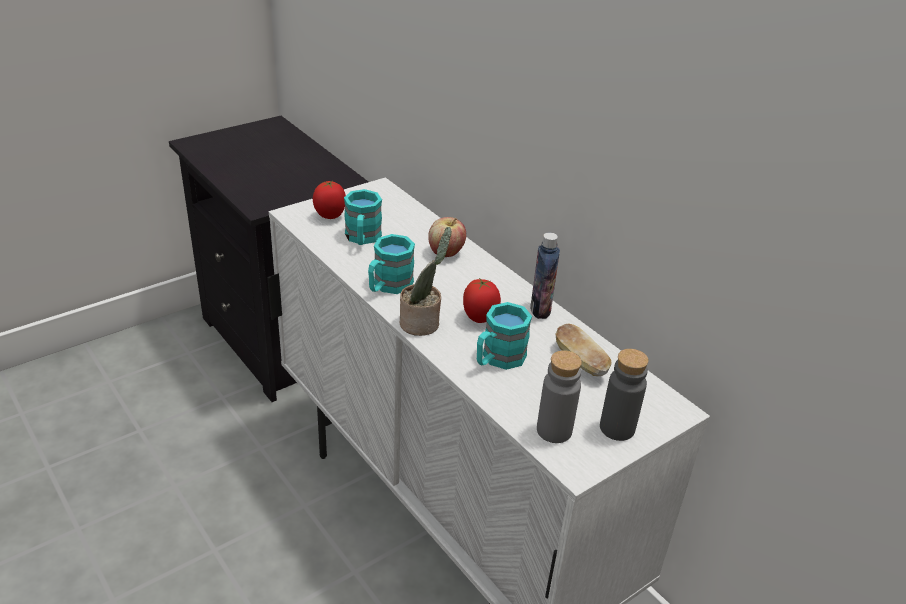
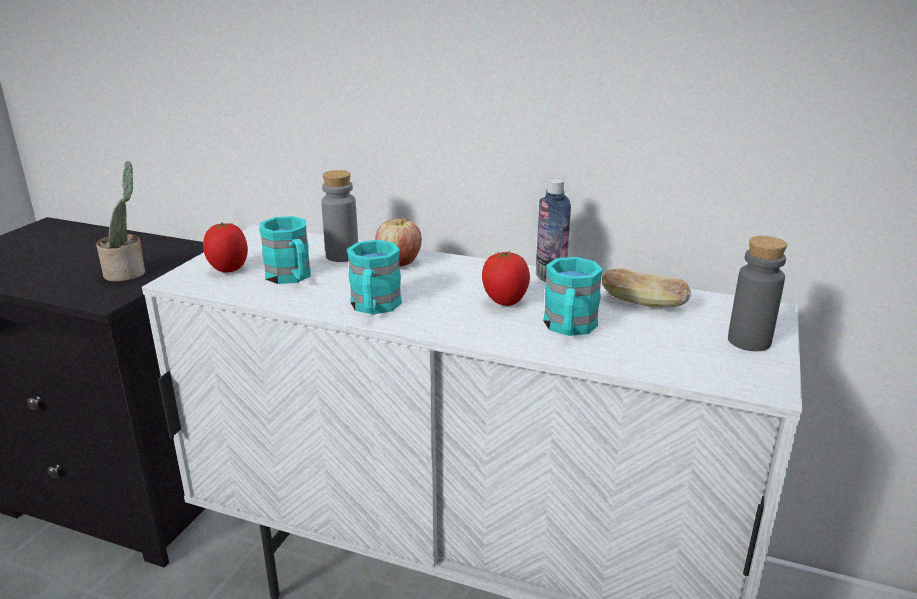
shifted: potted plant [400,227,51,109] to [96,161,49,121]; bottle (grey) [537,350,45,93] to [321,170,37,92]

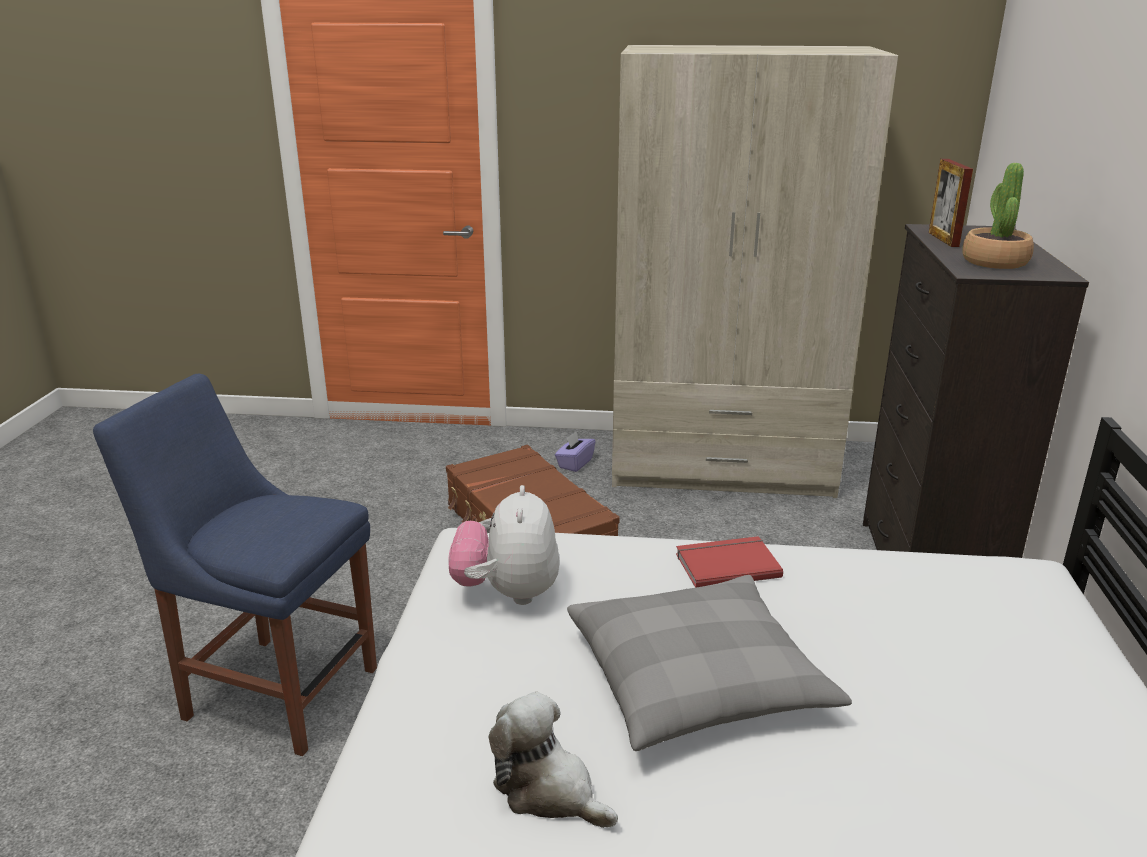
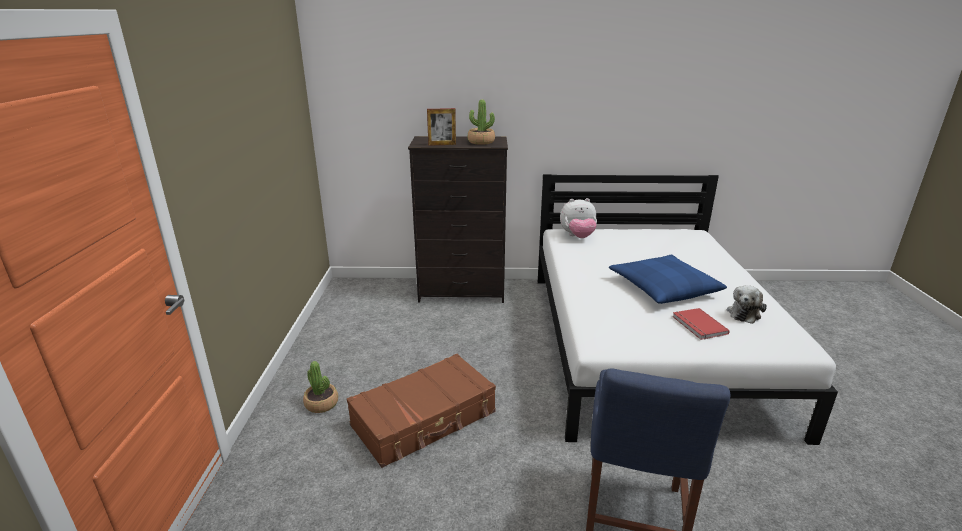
gone: wardrobe (beige) [612,45,286,453]
shifted: plush toy [448,485,112,120] to [560,198,37,40]; book (red) [676,536,107,52] to [672,308,58,32]
swapped: tissue box (purple) [555,432,41,40] to potted plant [303,361,35,52]
repainted: pillow (grey) [567,575,285,176] to pillow (blue) [609,255,118,49]

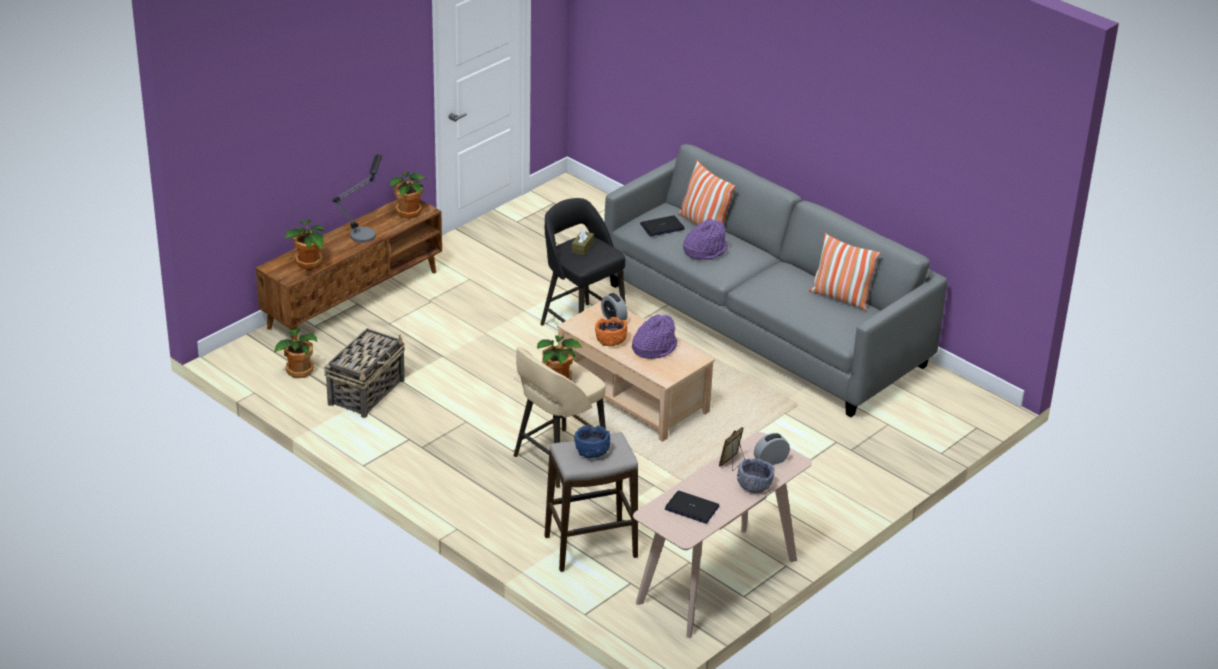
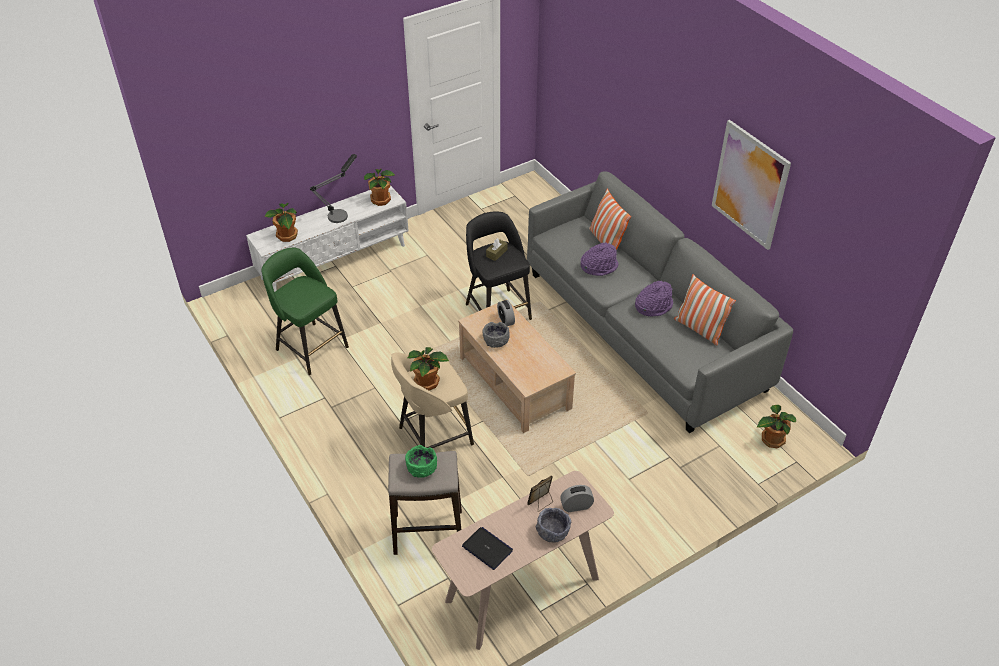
gone: laptop [640,216,45,20]
new: picture [712,120,79,130]
shifted: potted plant [274,328,43,50] to [757,405,39,43]; hat (purple) [632,314,45,45] to [635,281,38,35]
swapped: basket [324,328,81,90] to stool (green) [261,247,88,128]
repainted: tv stand (brown) [256,199,186,141] to tv stand (white) [246,185,162,108]; bowl (blue) [574,425,36,33] to bowl (green) [405,445,32,33]; bowl (orange) [595,317,32,29] to bowl (grey) [482,322,28,26]

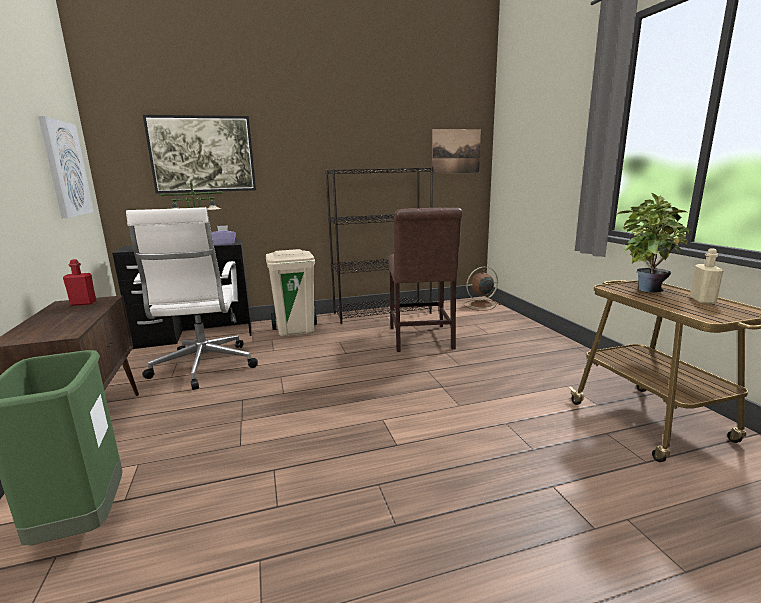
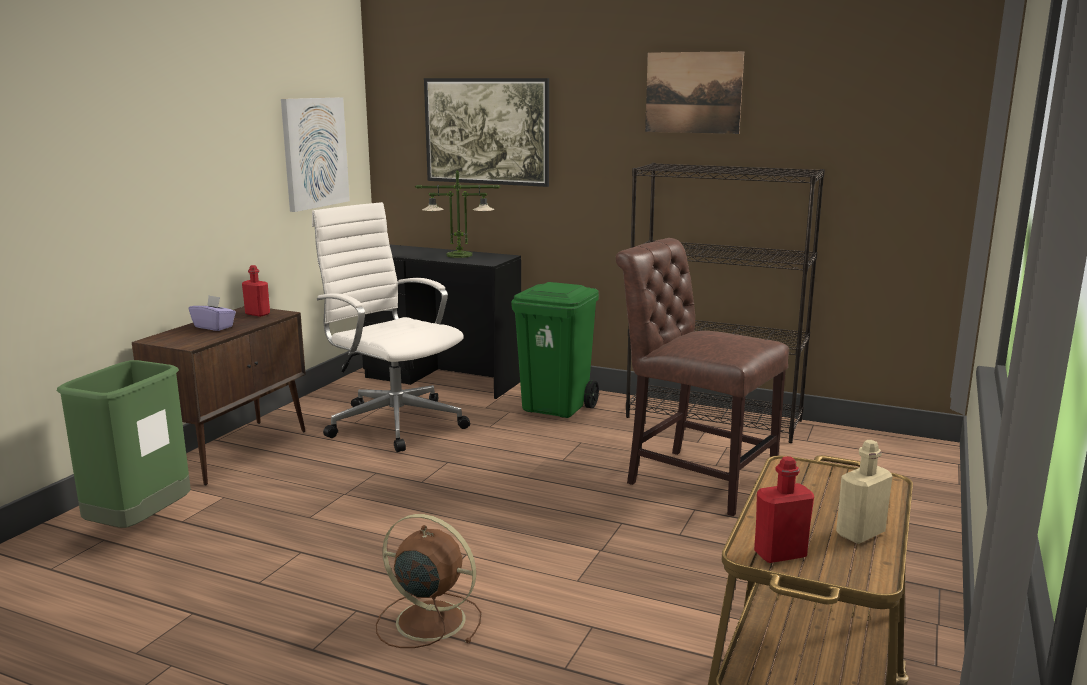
gone: potted plant [617,193,73,100]
new: bottle (red) [754,456,60,107]
shifted: tissue box (purple) [211,225,25,20] to [189,295,47,36]; picture [432,129,49,45] to [645,51,99,83]; fan (brown) [464,267,37,44] to [376,514,105,134]
repainted: trash can (beige) [266,249,51,87] to trash can (green) [511,282,88,136]
rotated: office chair (white) [126,207,132,183] = [312,202,158,250] 105 degrees clockwise; chair (brown) [388,208,74,144] = [616,238,173,278] 90 degrees clockwise

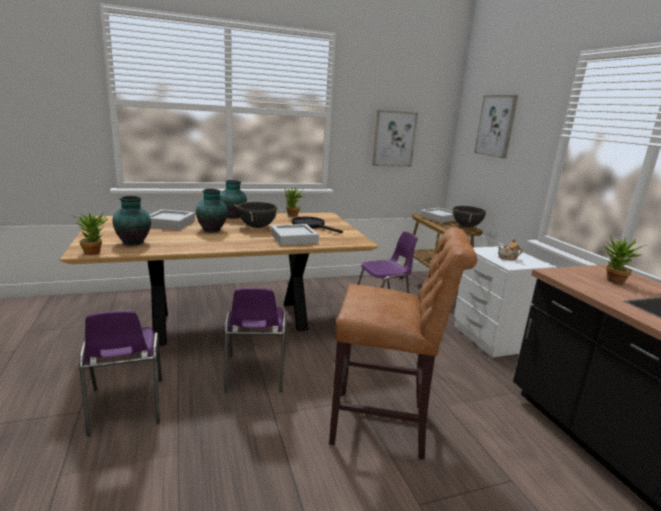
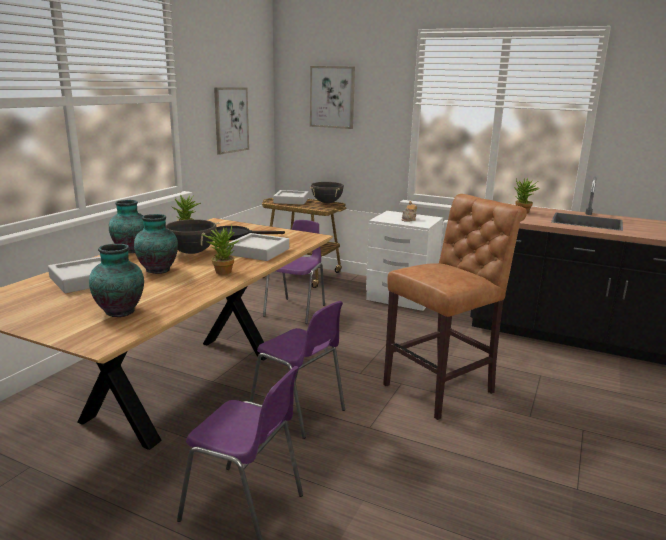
shifted: potted plant [71,213,37,42] to [202,225,37,50]

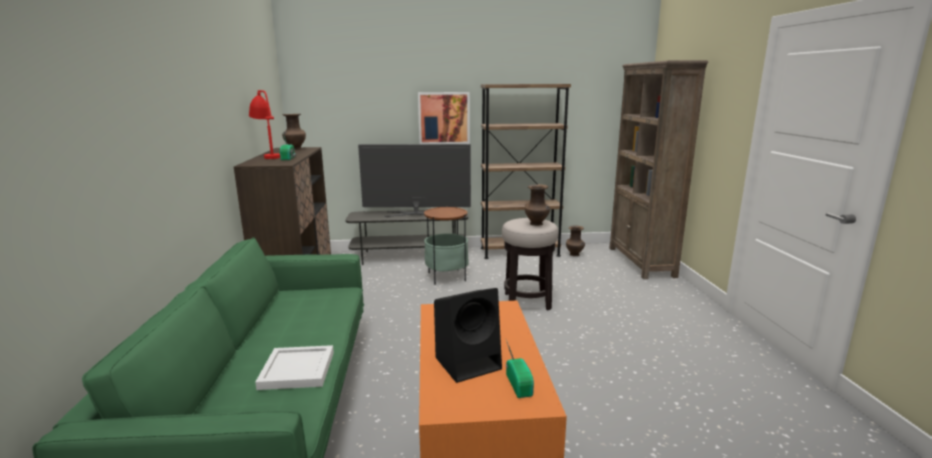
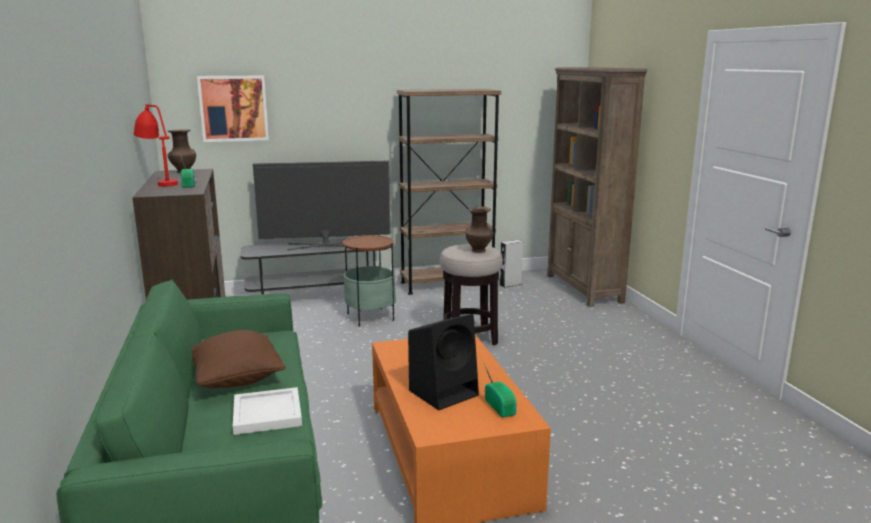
new: pillow (brown) [192,330,94,58]
shifted: picture [418,92,52,52] to [197,76,72,66]
swapped: vase (brown) [566,226,19,30] to speaker (grey) [500,240,23,48]

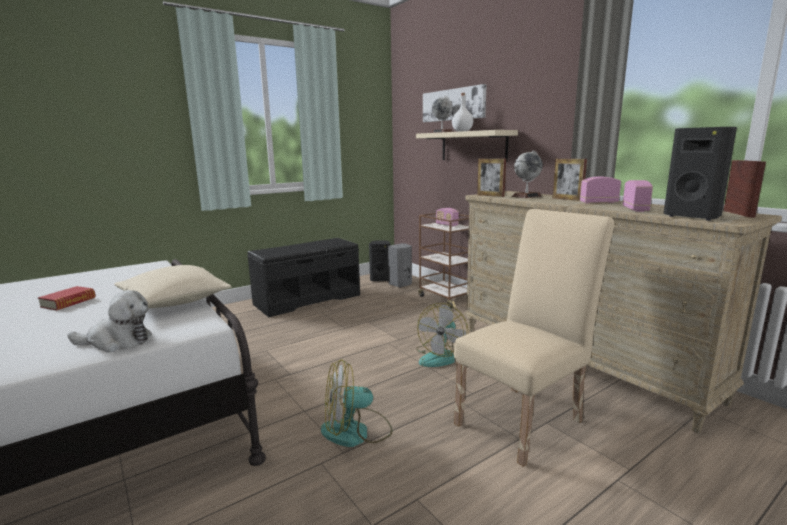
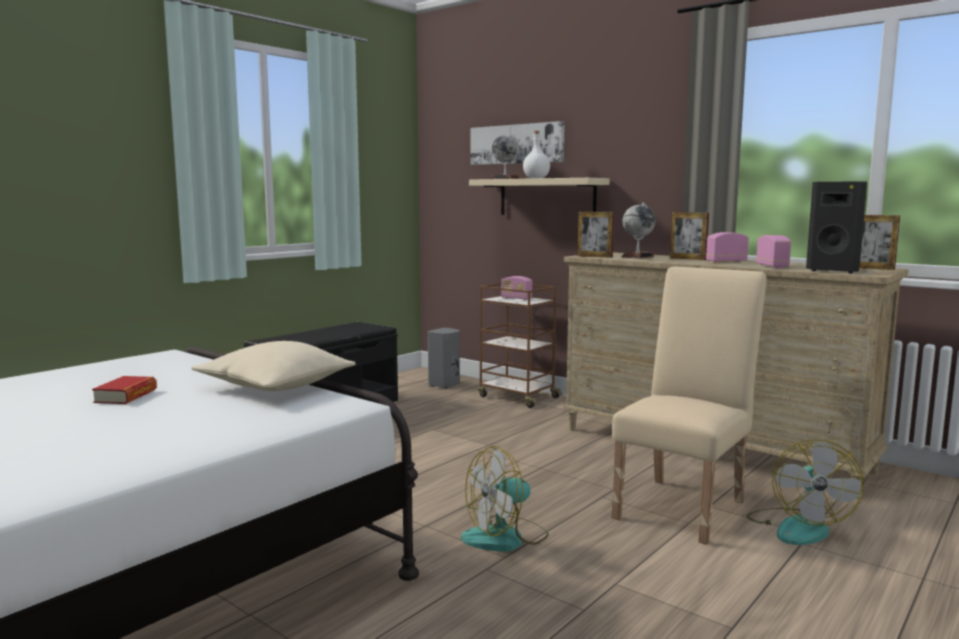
gone: plush toy [67,290,85,63]; speaker (black) [369,240,21,41]
shifted: fan [416,303,53,64] to [747,439,117,106]
rotated: picture frame [723,160,43,57] = [860,215,40,55] 135 degrees clockwise

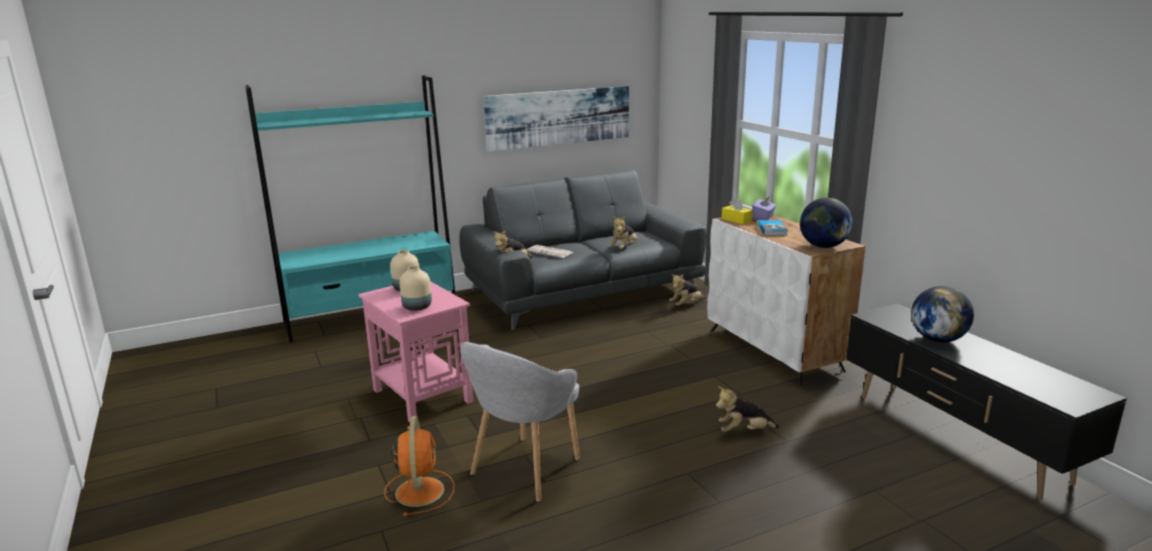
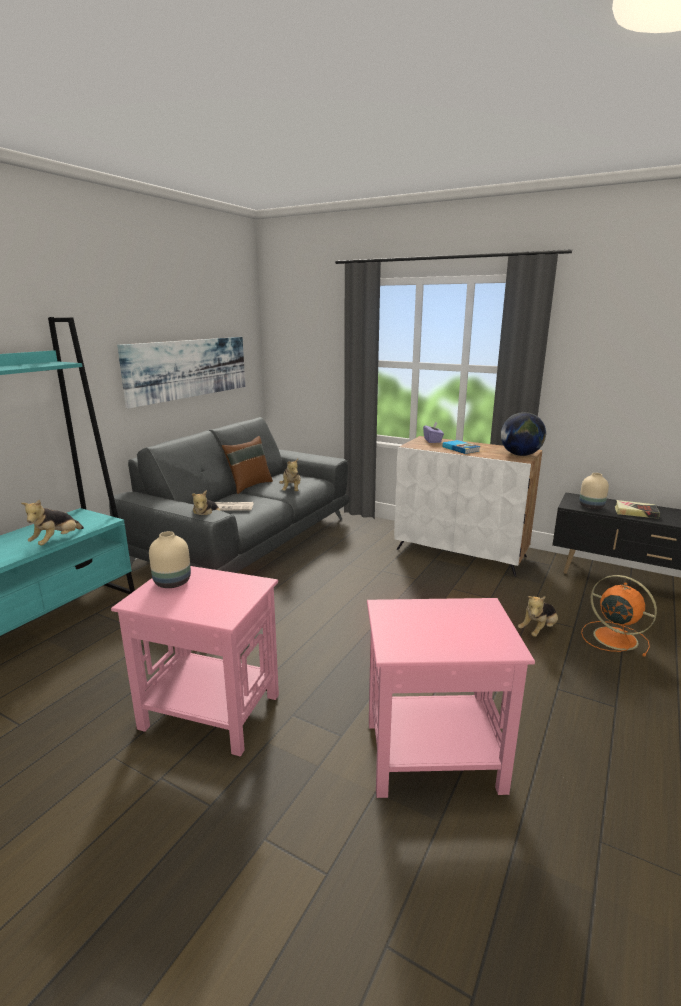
gone: tissue box (yellow) [722,198,31,26]
new: pillow (brown) [222,436,51,58]
shifted: fan (orange) [384,416,70,100] to [581,575,76,82]; vase (beige) [400,266,32,45] to [579,473,30,36]; plush toy [669,274,36,32] to [21,499,63,47]
swapped: armchair (grey) [460,342,120,161] to side table (pink) [367,598,168,200]; globe [911,286,63,56] to book [615,500,45,19]

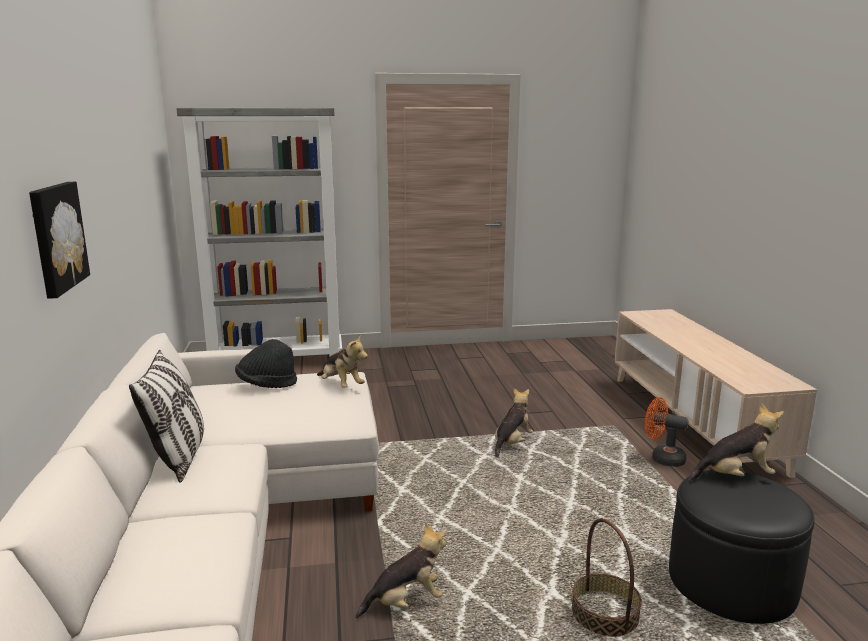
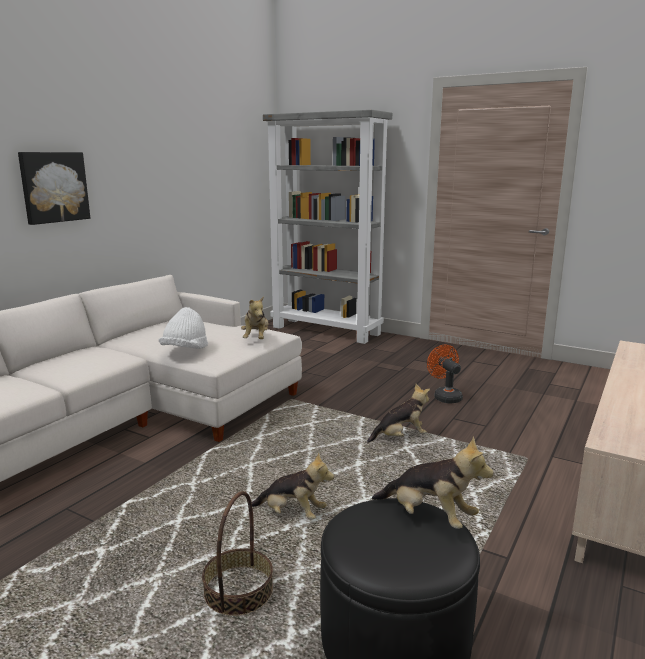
gone: pillow [129,350,75,133]; hat (black) [235,339,62,49]
new: hat (white) [159,307,49,42]
shifted: plush toy [355,523,91,96] to [252,452,82,68]; fan (orange) [645,397,43,70] to [427,345,36,58]

